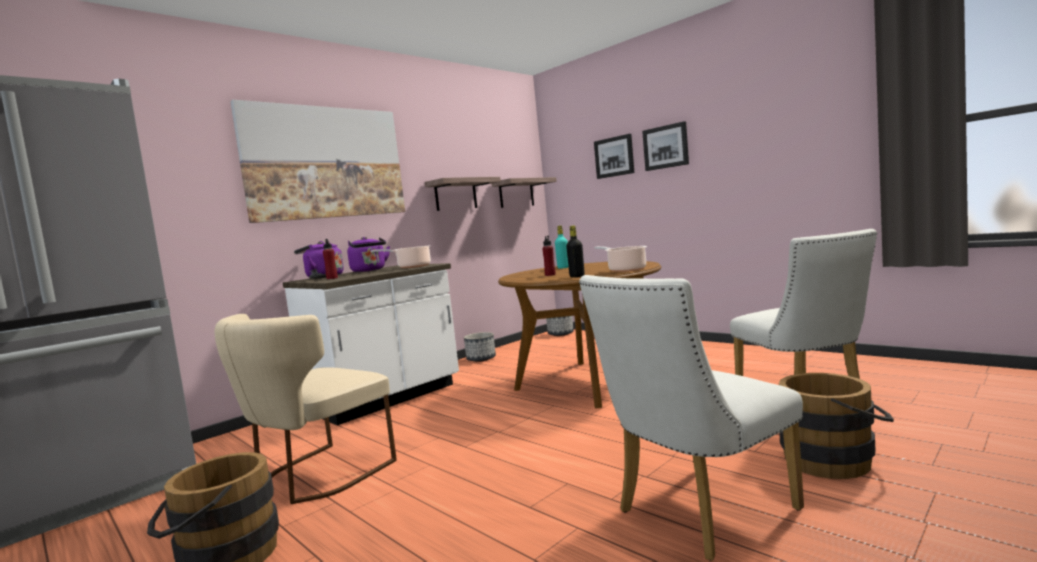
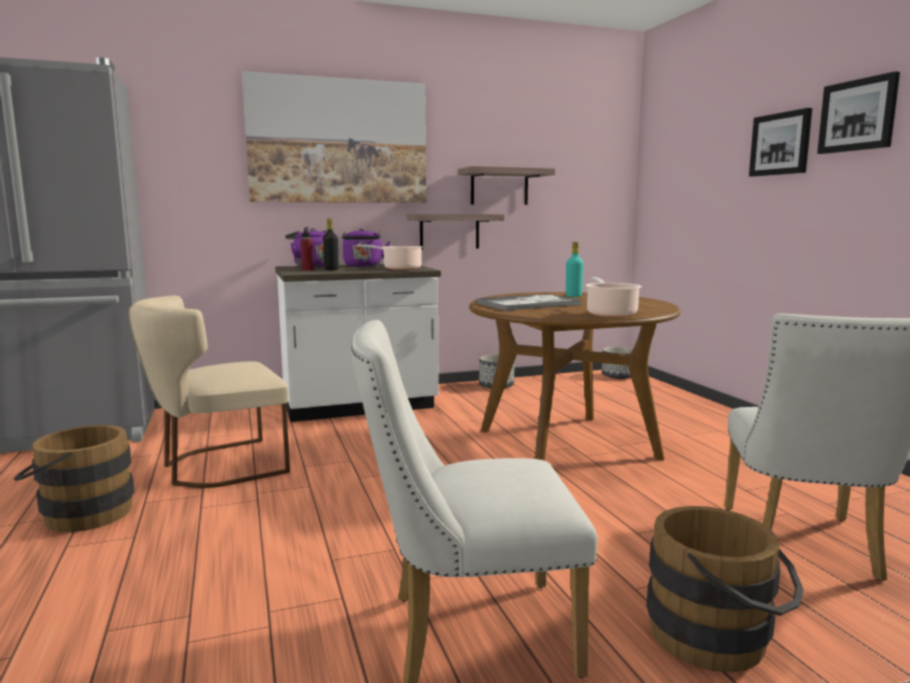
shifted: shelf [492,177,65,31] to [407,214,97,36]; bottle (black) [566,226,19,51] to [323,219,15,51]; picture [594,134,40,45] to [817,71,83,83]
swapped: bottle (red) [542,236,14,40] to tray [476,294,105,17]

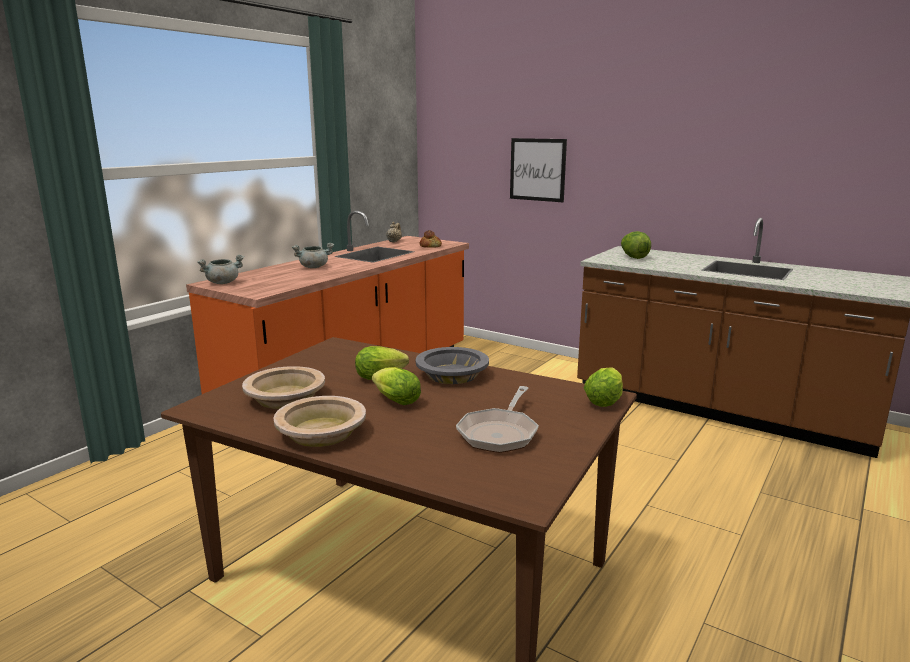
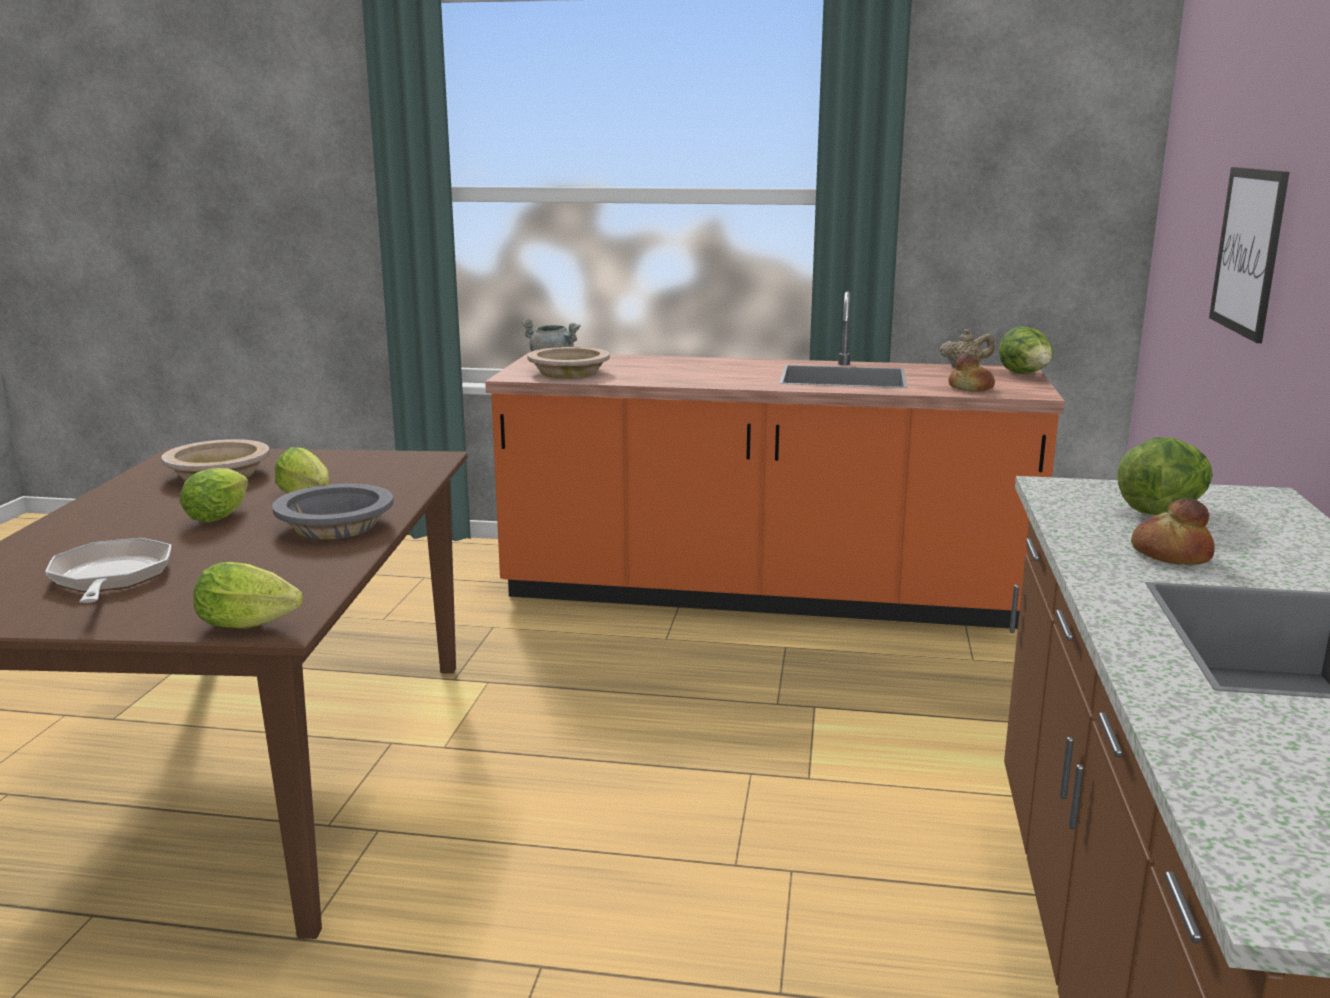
gone: cooking pot (grey) [292,243,42,25]
new: lettuce [999,326,54,48]; bread [1131,498,84,67]
shifted: bowl (beige) [274,396,92,51] to [527,347,83,31]
rotated: frying pan [456,386,83,67] = [45,538,126,65] 75 degrees clockwise

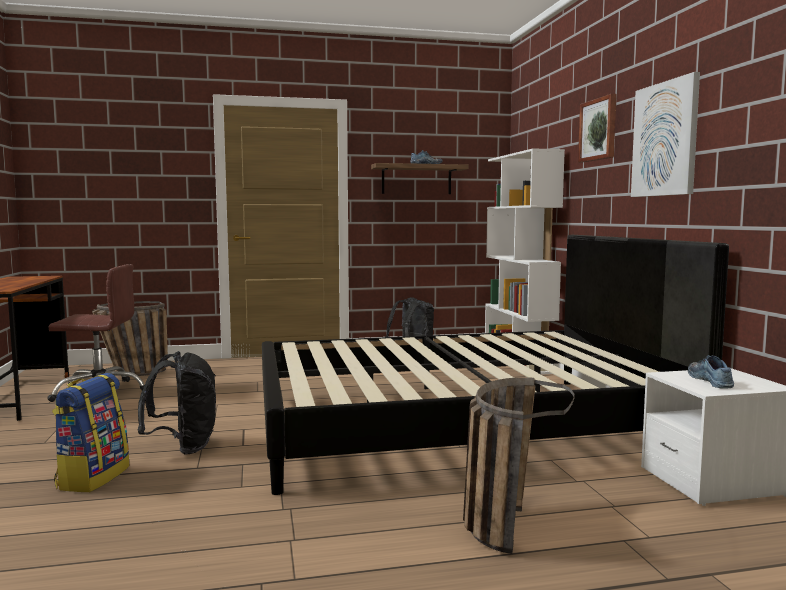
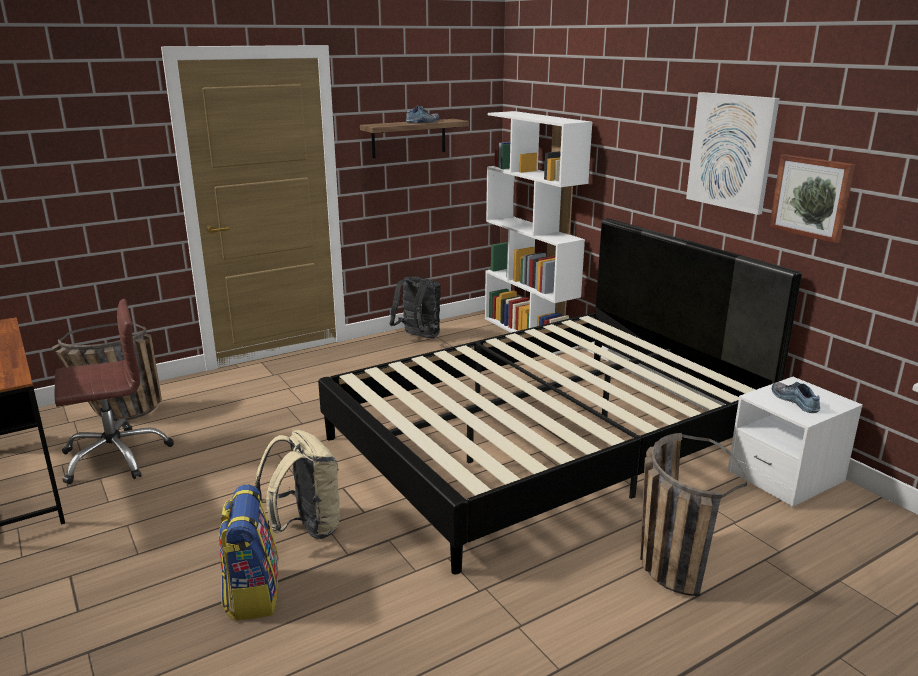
shifted: picture [578,94,39,68] to [769,154,86,89]
repainted: backpack (black) [138,351,78,103] to backpack (beige) [255,430,86,109]

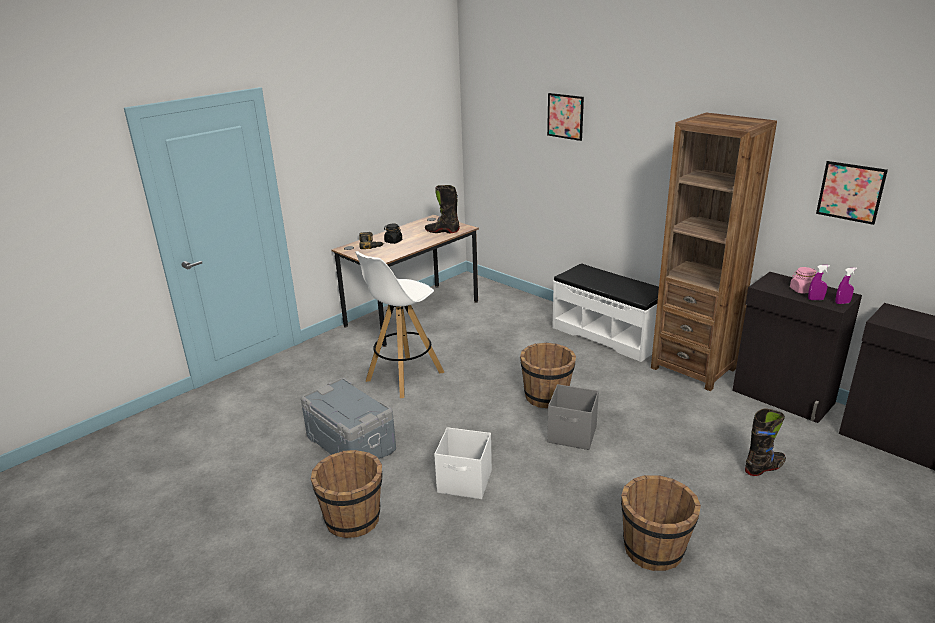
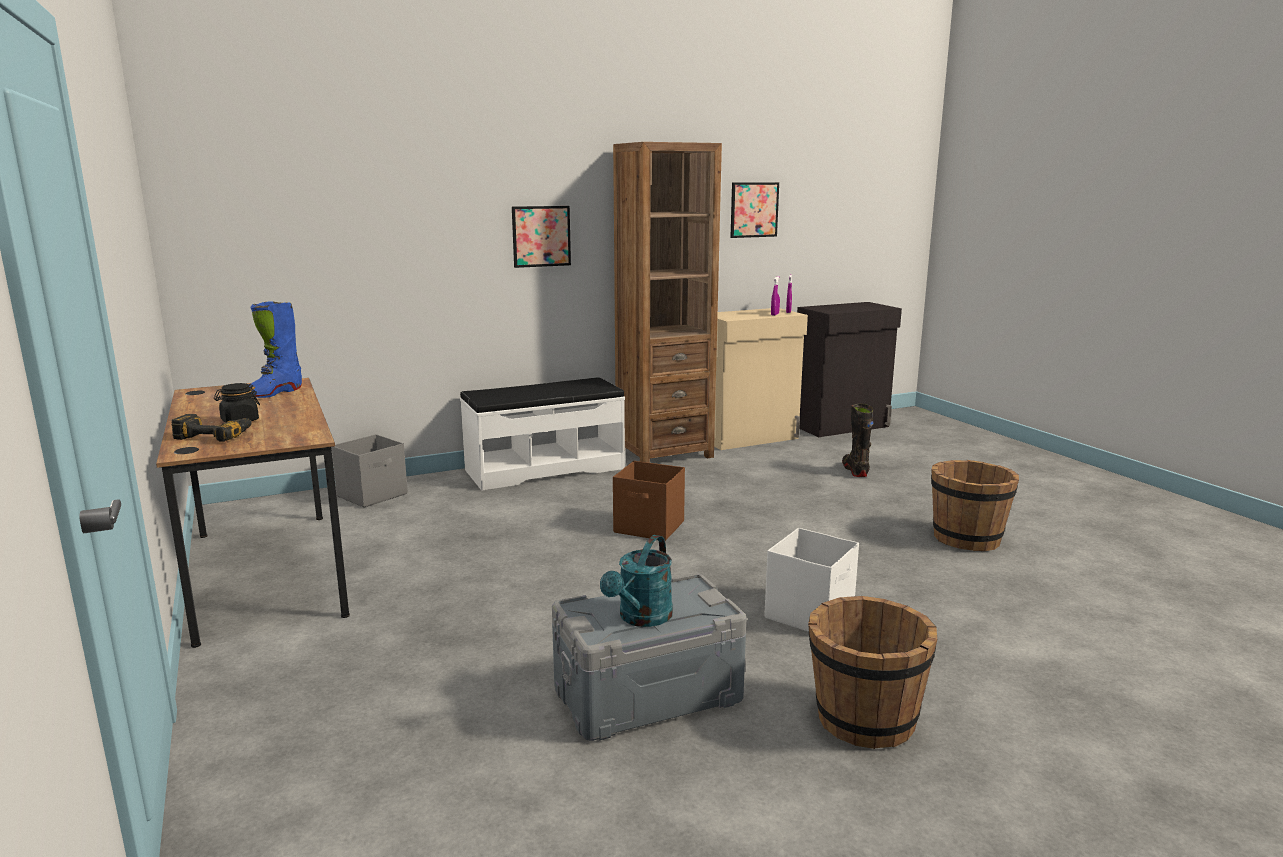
gone: stool (white) [355,251,89,147]; jar (pink) [790,267,26,26]
new: watering can (turquoise) [600,535,73,92]
shifted: picture [547,93,37,48] to [512,206,59,62]; storage box (grey) [547,384,52,66] to [331,434,77,74]
swapped: bucket (brown) [520,343,56,65] to storage box (brown) [613,461,72,80]
repainted: boot (black) [425,185,35,48] to boot (blue) [249,301,53,97]; cabinet (black) [732,272,130,151] to cabinet (beige) [714,308,94,142]

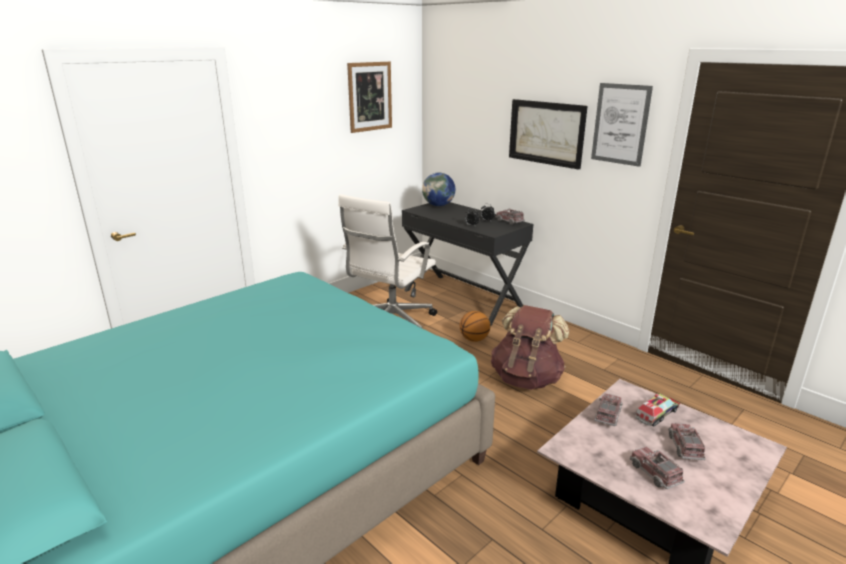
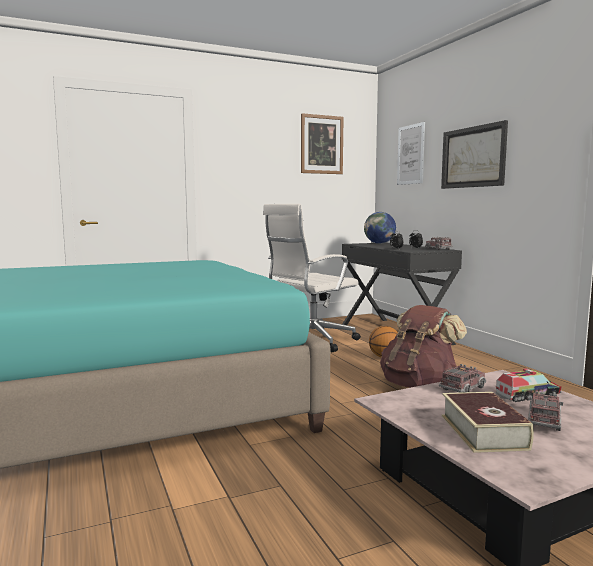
shifted: picture [591,83,62,84] to [397,122,28,63]
swapped: toy truck [630,447,55,42] to book [441,392,93,61]

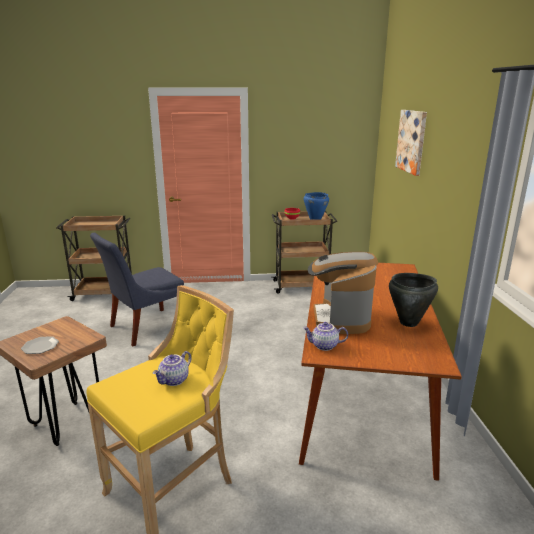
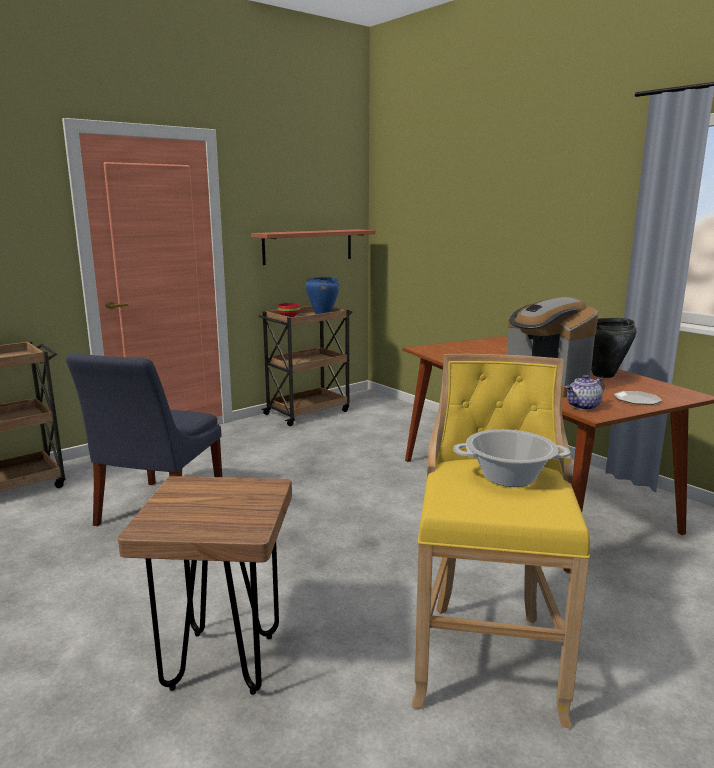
gone: picture [395,110,32,66]
new: shelf [251,229,125,36]
shifted: plate [21,336,38,18] to [614,391,48,14]
swapped: teapot [153,351,38,35] to cooking pot [453,429,117,58]

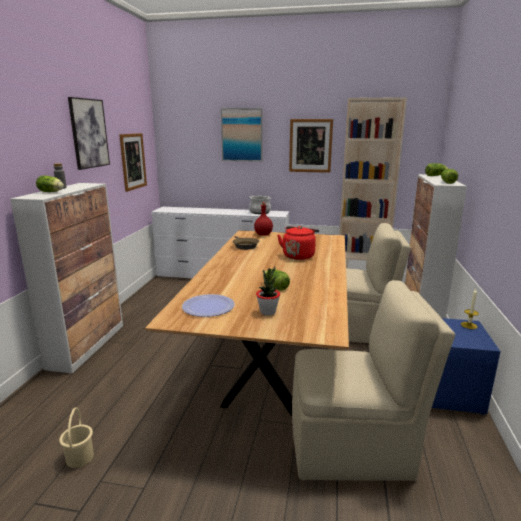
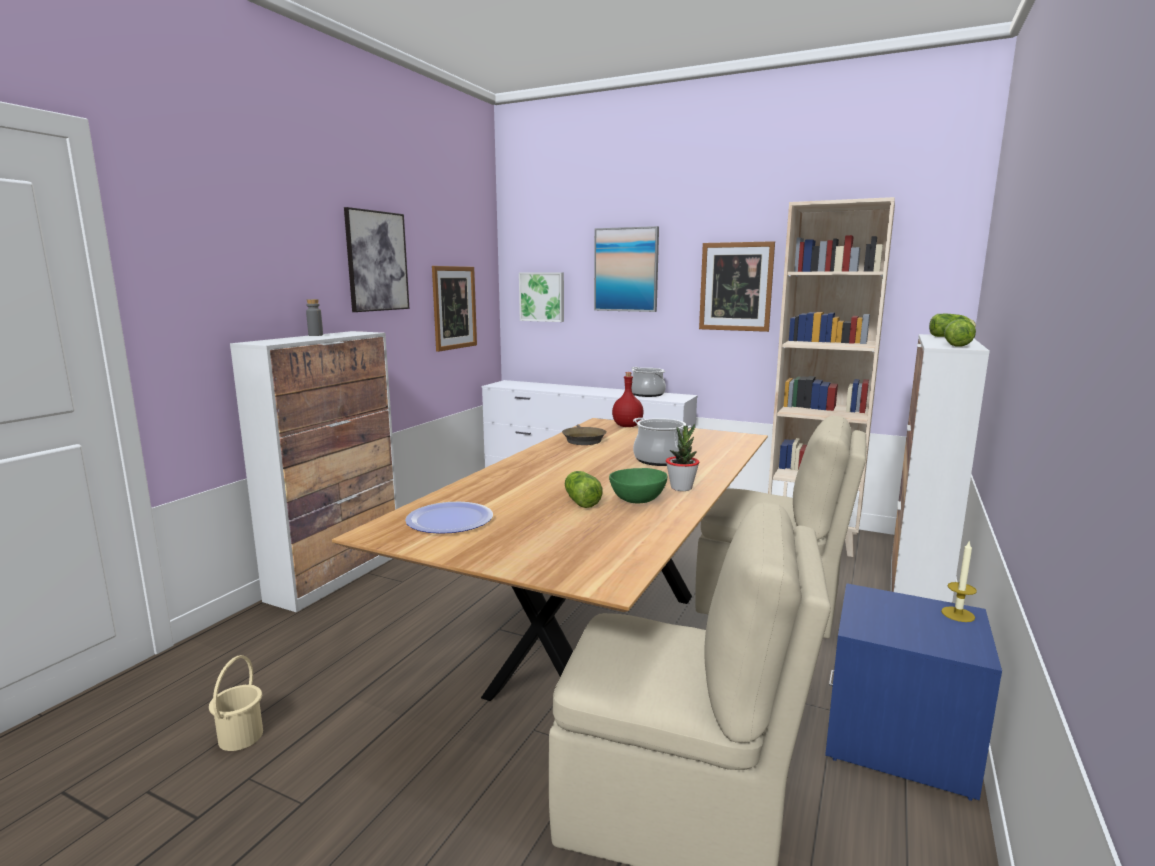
gone: lettuce [36,175,28,17]
new: picture [519,272,45,50]; bowl (green) [609,468,58,36]
shifted: potted plant [256,266,24,50] to [666,424,33,67]
swapped: kettle (red) [277,226,42,34] to cooking pot [633,418,58,48]

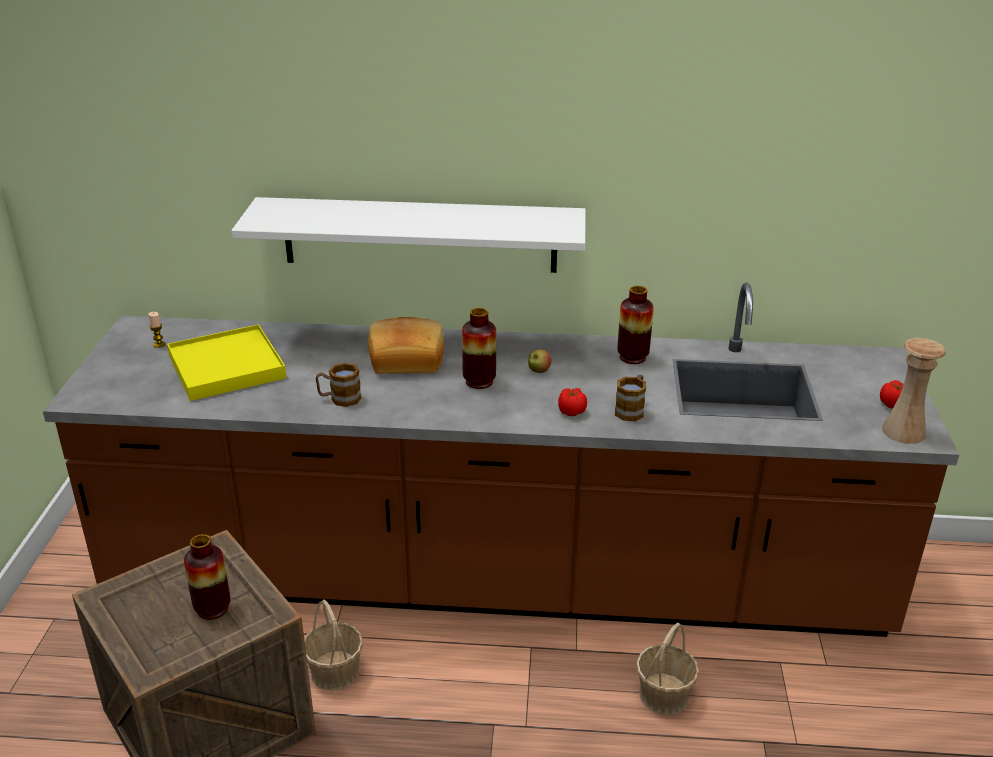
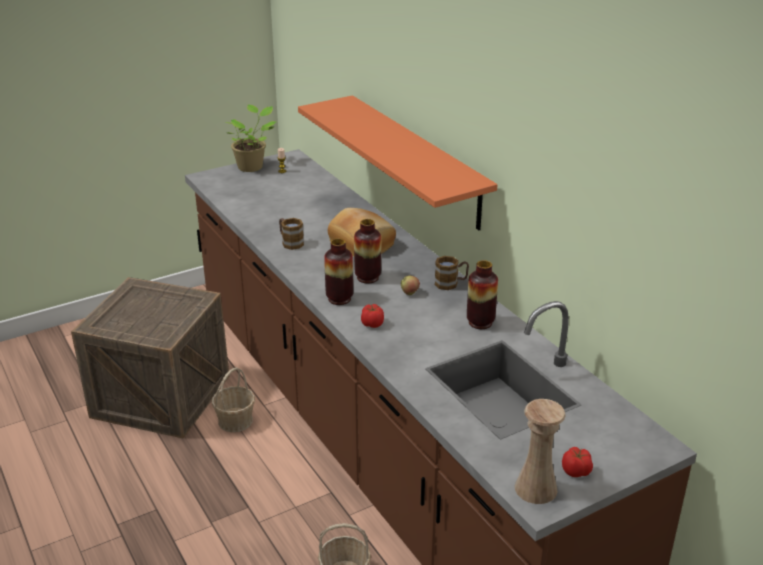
gone: tray (yellow) [167,324,119,77]
new: potted plant [225,104,51,68]
shifted: vase [184,534,46,86] to [324,238,29,67]; mug [615,375,31,46] to [435,256,34,34]
repainted: shelf (white) [231,197,355,76] to shelf (orange) [298,95,199,135]

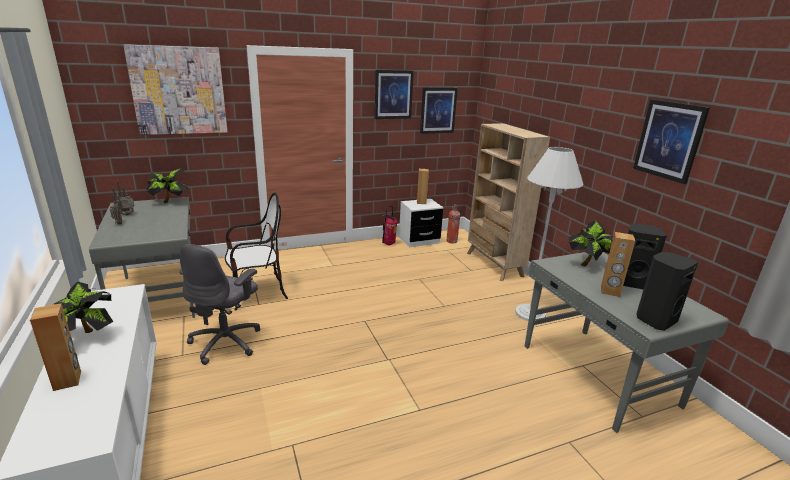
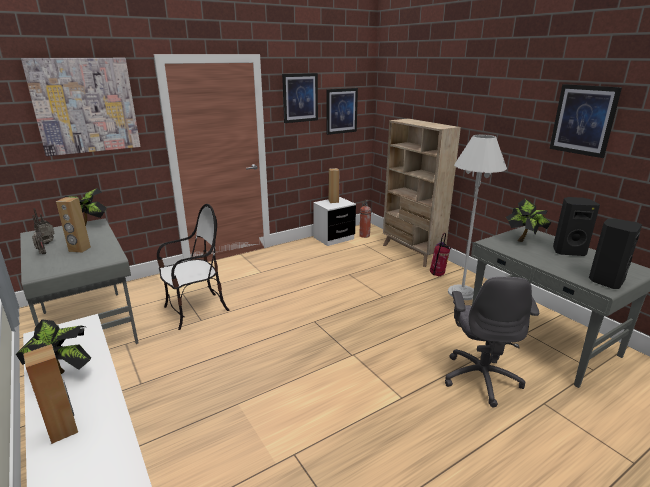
shifted: office chair (grey) [179,244,81,121] to [445,277,94,130]; fire extinguisher [382,206,15,39] to [430,233,22,43]; speaker (brown) [601,232,34,65] to [56,197,35,56]

